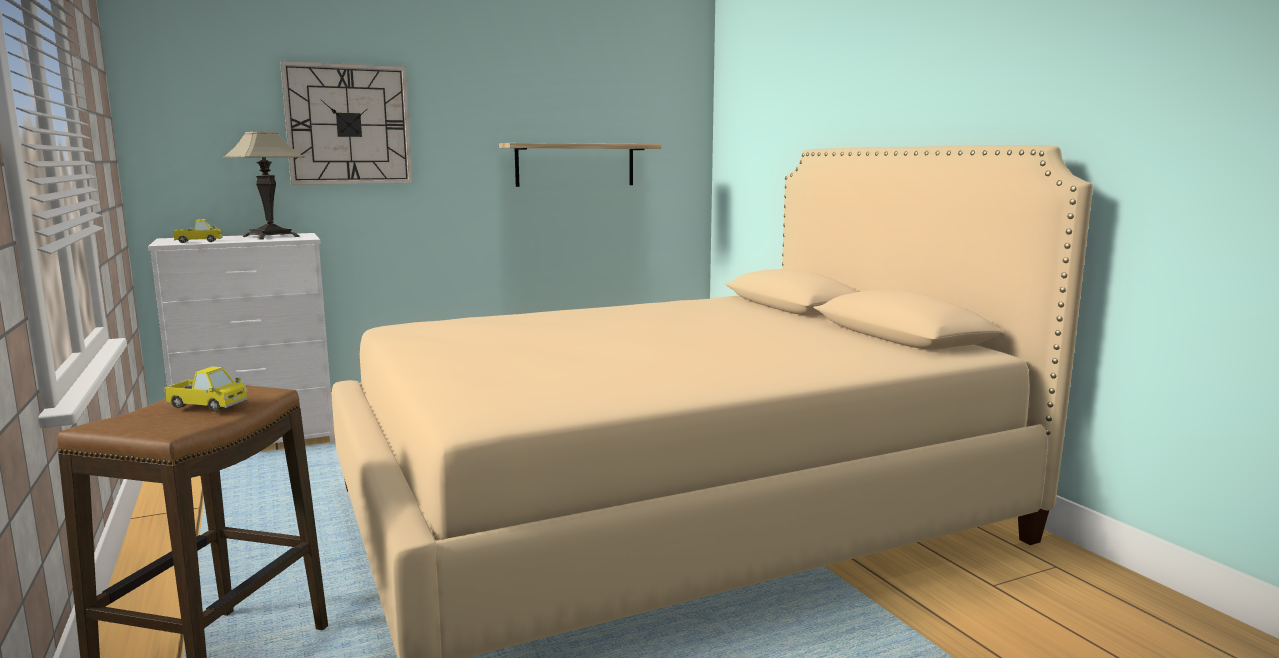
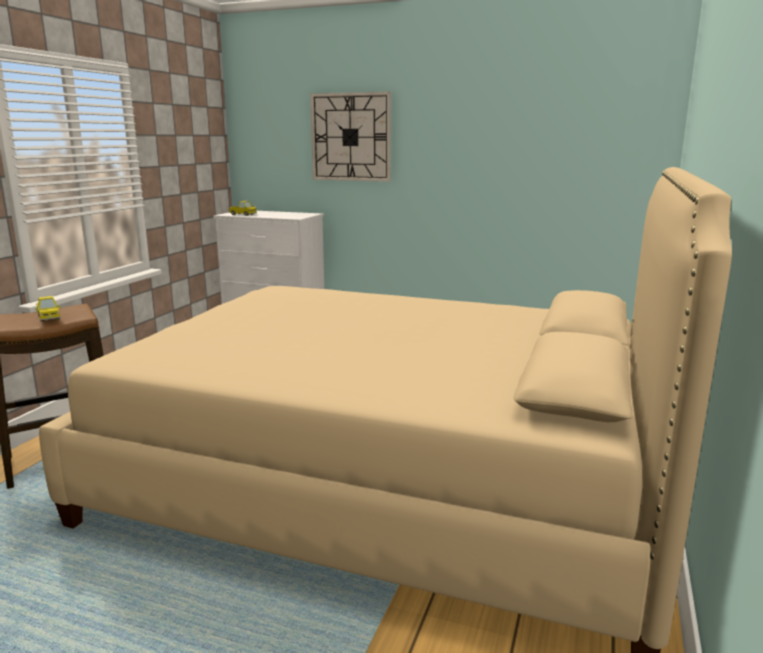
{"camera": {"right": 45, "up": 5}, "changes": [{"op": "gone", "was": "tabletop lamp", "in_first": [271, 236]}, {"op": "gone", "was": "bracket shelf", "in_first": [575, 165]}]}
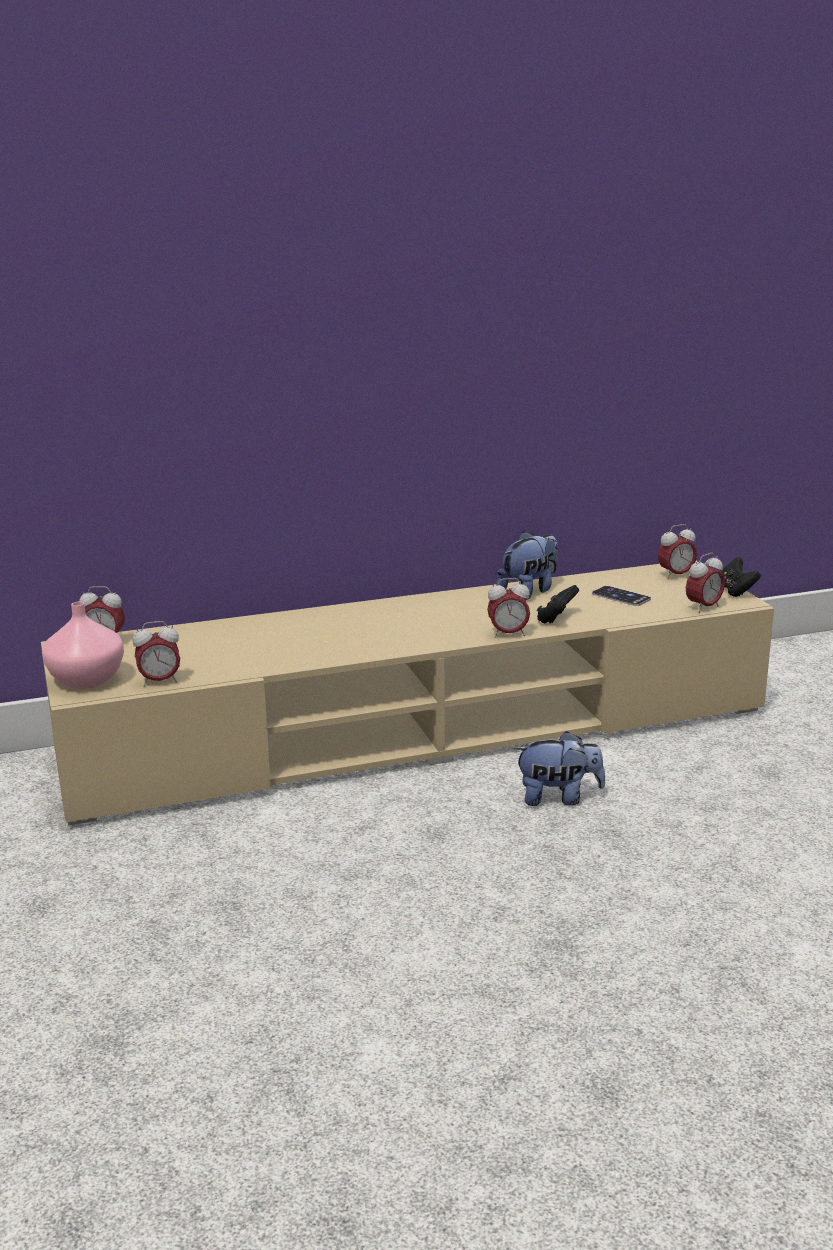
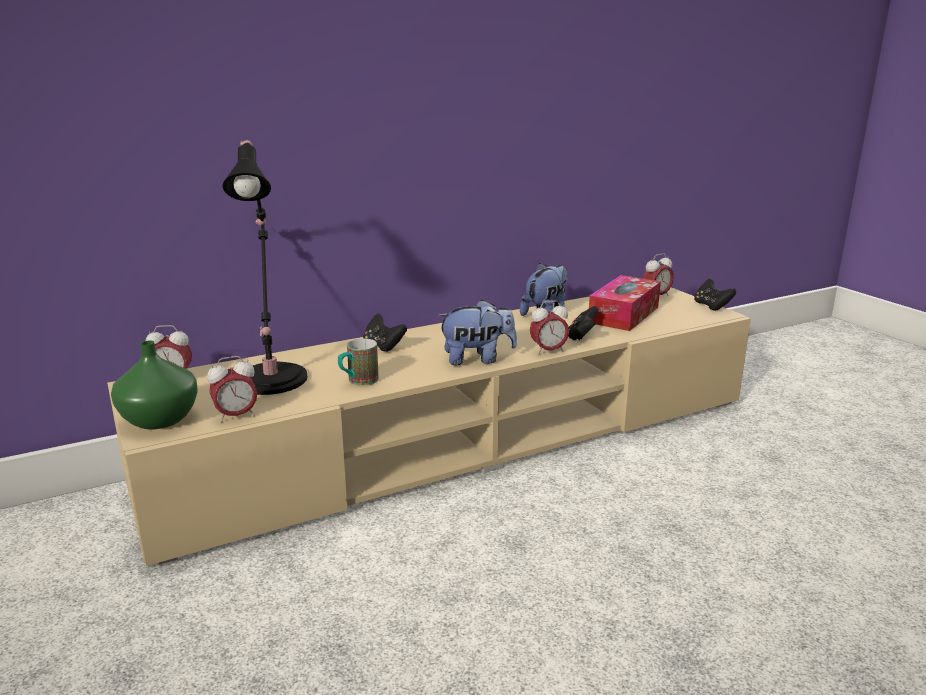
{"camera": {"right": -10, "up": 0}, "changes": [{"op": "gone", "was": "bedside clock", "in_first": [703, 608]}, {"op": "swapped", "was": "telephone", "now": "tissue holder", "in_first": [621, 596], "in_second": [624, 315]}, {"op": "repainted", "was": "pink decorative vase", "now": "green-coloured decorative vase", "in_first": [85, 680], "in_second": [158, 419]}, {"op": "shifted", "was": "soft toy", "in_first": [558, 798], "in_second": [477, 359]}, {"op": "new", "now": "black tabletop lamp", "in_second": [272, 376]}, {"op": "new", "now": "black game controller", "in_second": [383, 346]}, {"op": "new", "now": "mug", "in_second": [358, 381]}]}
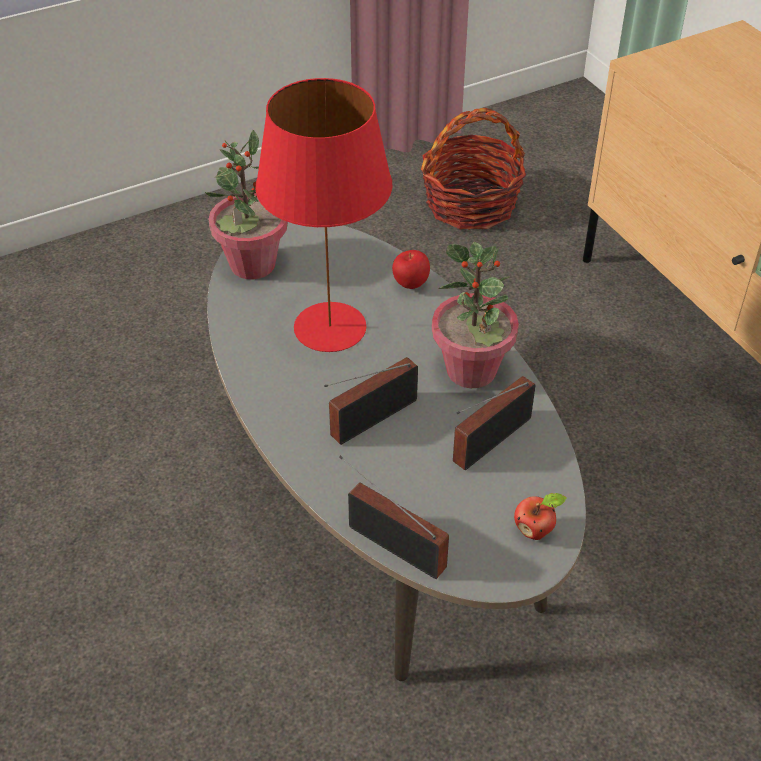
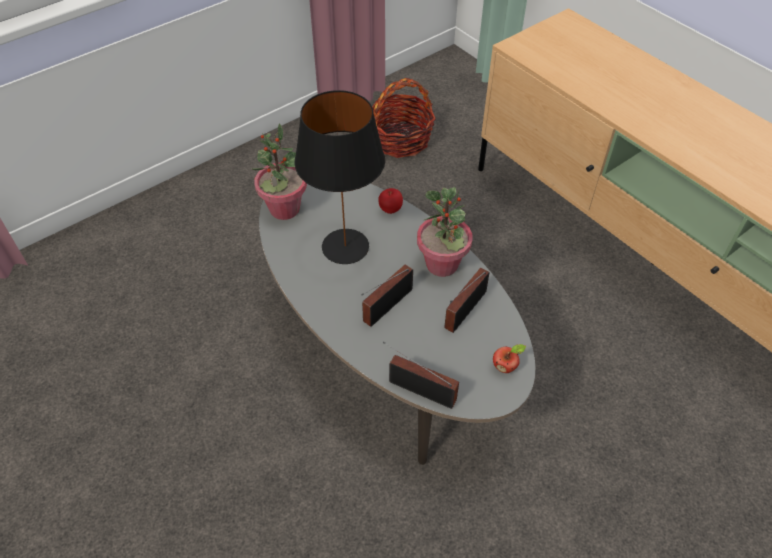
{"camera": {"right": -10, "up": 5}, "changes": [{"op": "repainted", "was": "red tabletop lamp", "now": "black tabletop lamp", "in_first": [331, 327], "in_second": [346, 246]}]}
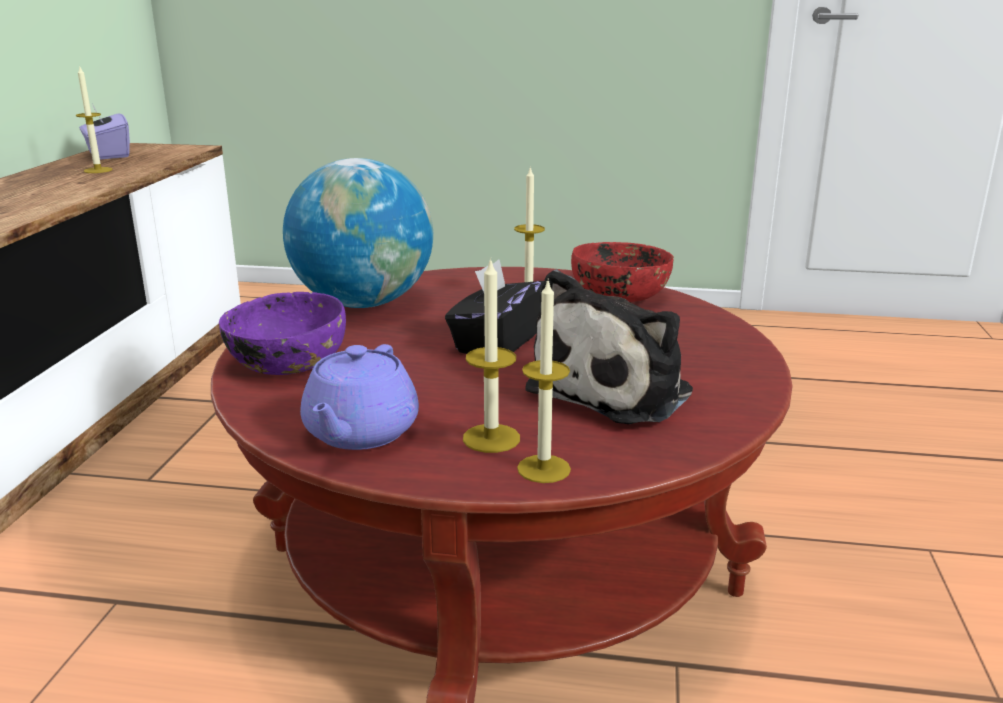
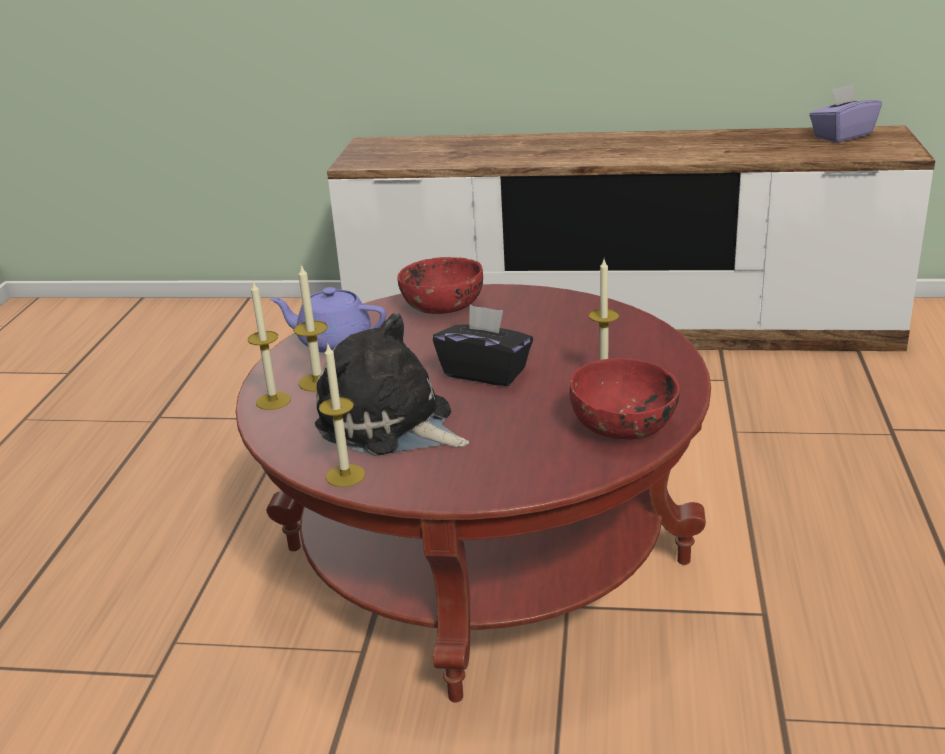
{"camera": {"right": 90, "up": 5}, "changes": [{"op": "shifted", "was": "wax candle", "in_first": [98, 170], "in_second": [345, 475]}, {"op": "gone", "was": "globe", "in_first": [363, 303]}, {"op": "repainted", "was": "purple serving bowl", "now": "red serving bowl", "in_first": [286, 363], "in_second": [442, 305]}]}
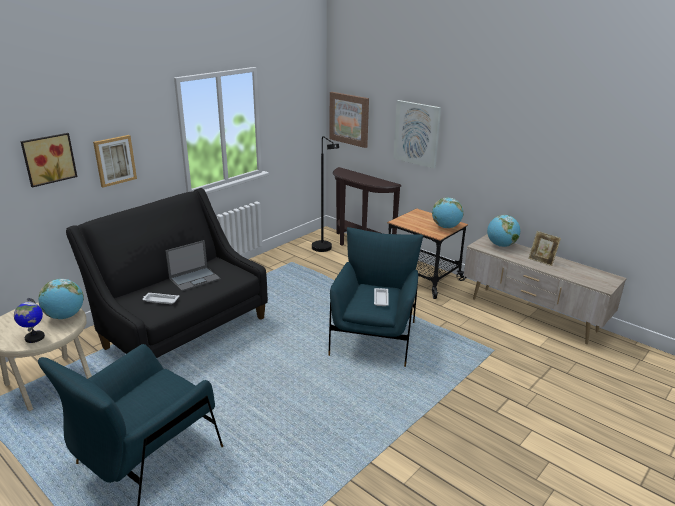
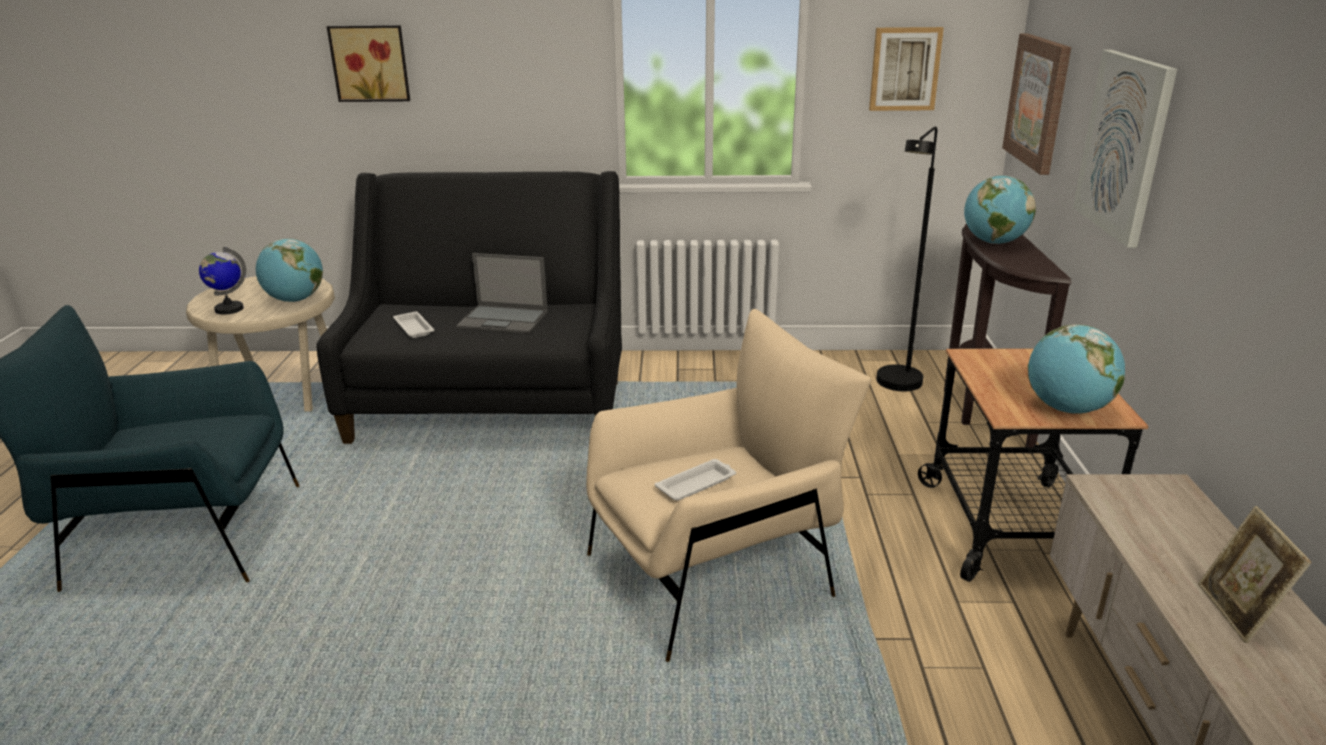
{"camera": {"right": 50, "up": 0}, "changes": [{"op": "shifted", "was": "picture", "in_first": [115, 160], "in_second": [904, 69]}, {"op": "shifted", "was": "globe", "in_first": [501, 245], "in_second": [993, 242]}, {"op": "repainted", "was": "blue easy chair", "now": "beige-coloured easy chair", "in_first": [374, 336], "in_second": [715, 573]}]}
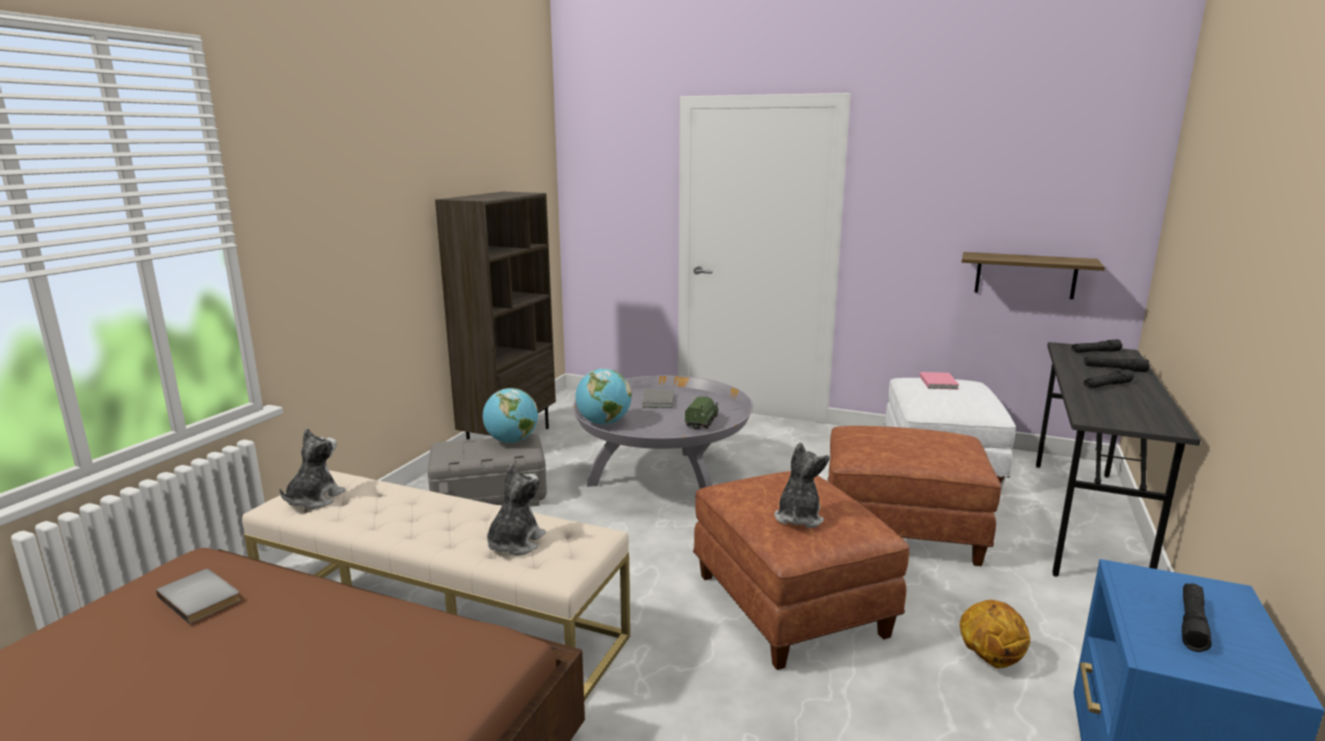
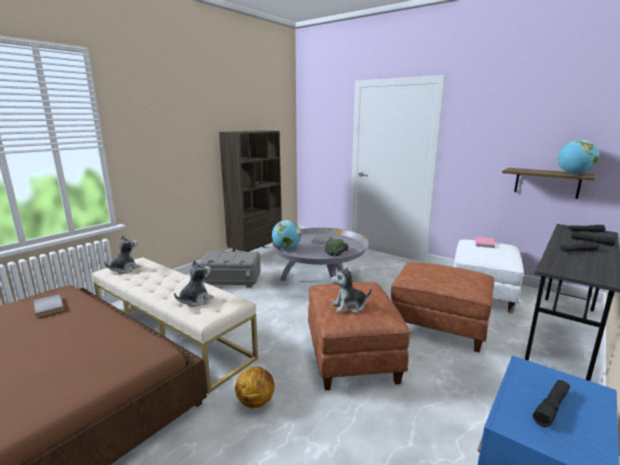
{"camera": {"right": 15, "up": 0}, "changes": [{"op": "shifted", "was": "globe", "in_first": [511, 441], "in_second": [574, 174]}, {"op": "rotated", "was": "soft toy", "in_first": [798, 517], "in_second": [349, 306], "clockwise": -135}, {"op": "shifted", "was": "basketball ball", "in_first": [989, 658], "in_second": [256, 401]}]}
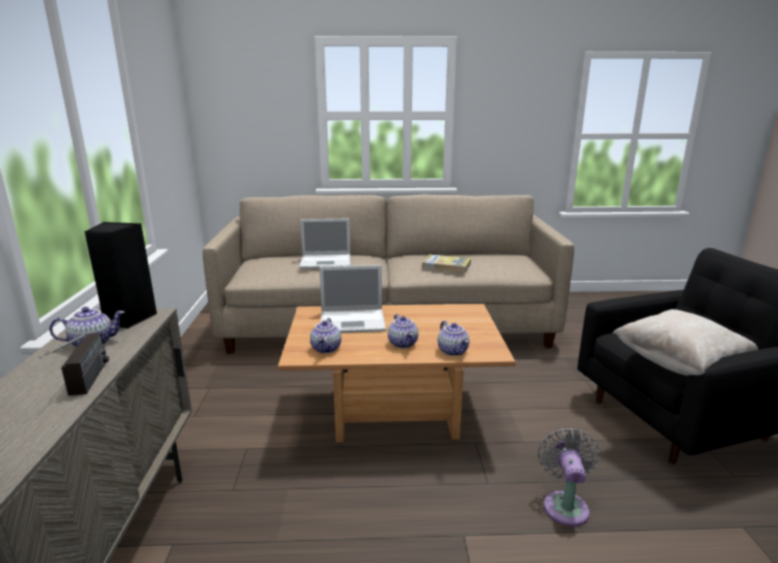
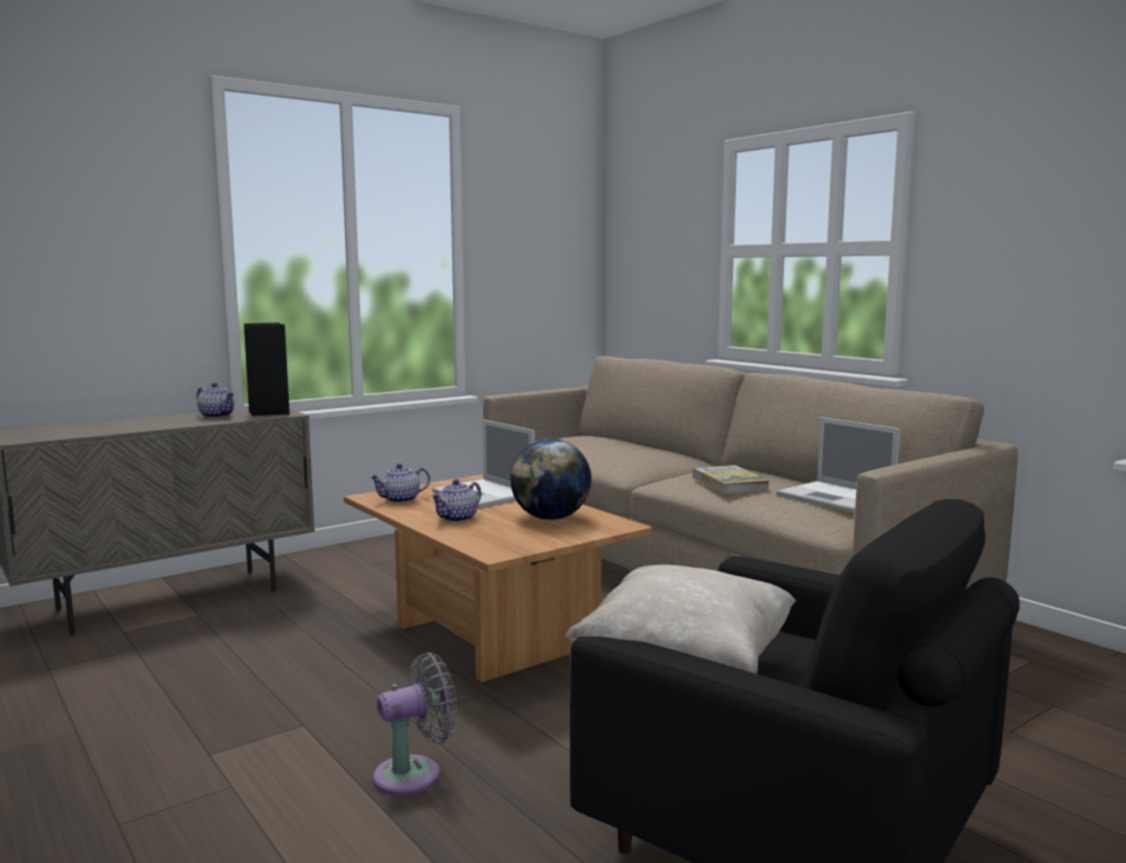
{"camera": {"right": 55, "up": -10}, "changes": [{"op": "shifted", "was": "laptop", "in_first": [327, 262], "in_second": [837, 498]}, {"op": "gone", "was": "tea pot", "in_first": [453, 351]}, {"op": "gone", "was": "radio set", "in_first": [85, 386]}, {"op": "new", "now": "globe", "in_second": [551, 518]}]}
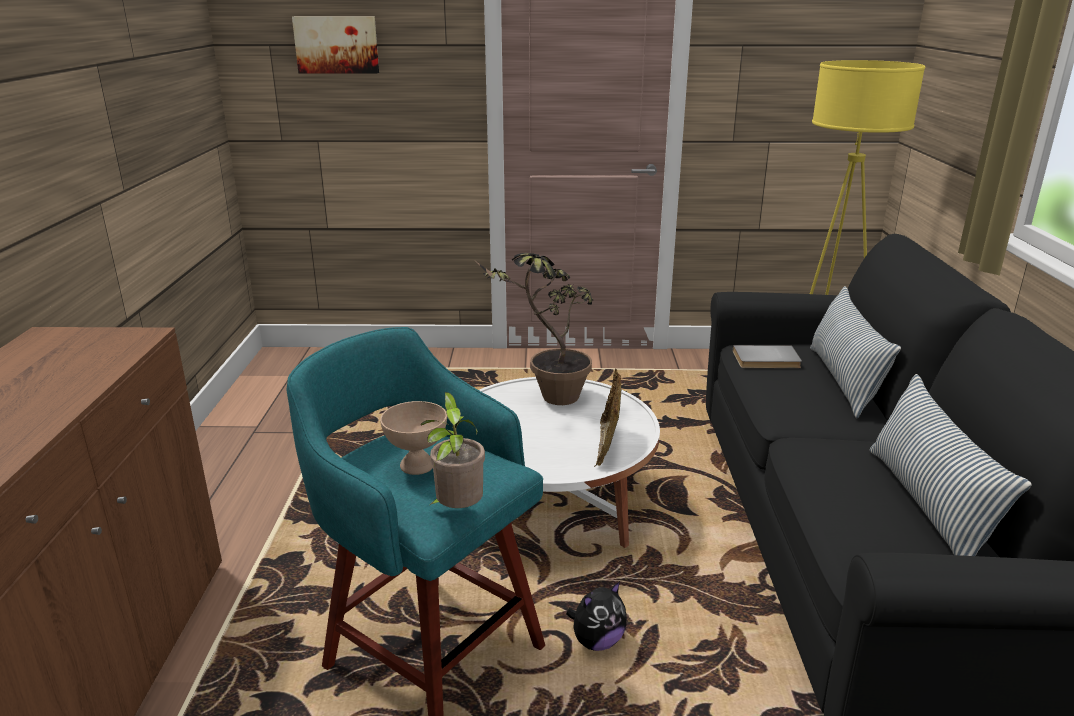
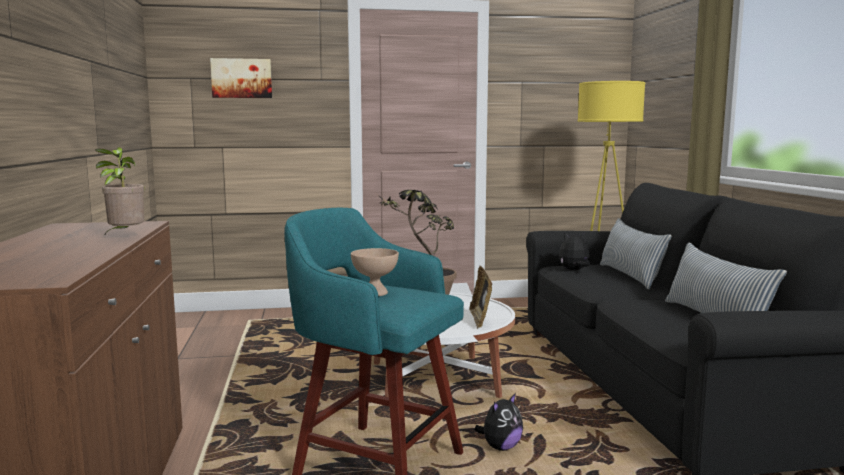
{"camera": {"right": -10, "up": -15}, "changes": [{"op": "swapped", "was": "greyish volume", "now": "soft toy", "in_first": [766, 360], "in_second": [574, 270]}, {"op": "shifted", "was": "potted plant", "in_first": [457, 511], "in_second": [125, 236]}]}
